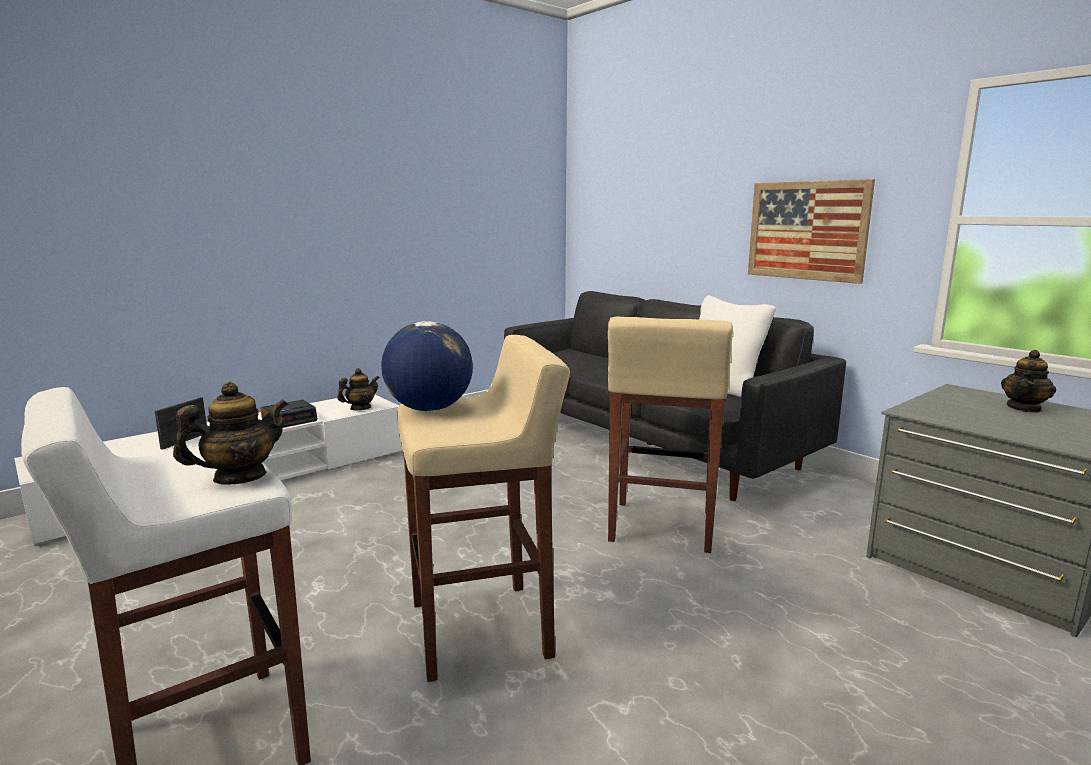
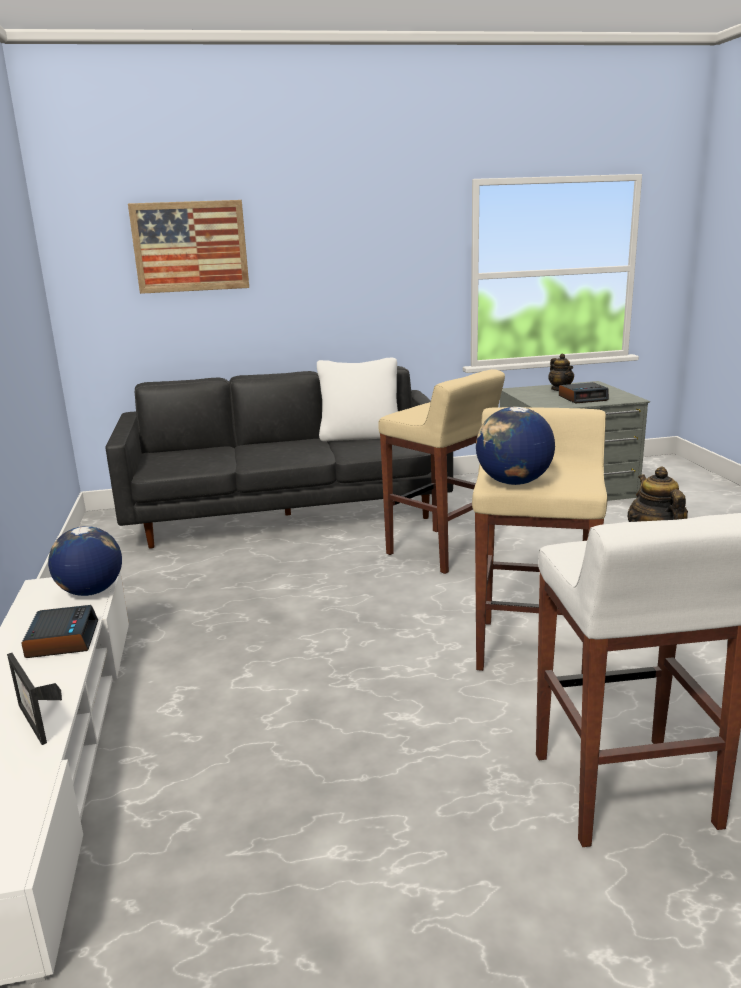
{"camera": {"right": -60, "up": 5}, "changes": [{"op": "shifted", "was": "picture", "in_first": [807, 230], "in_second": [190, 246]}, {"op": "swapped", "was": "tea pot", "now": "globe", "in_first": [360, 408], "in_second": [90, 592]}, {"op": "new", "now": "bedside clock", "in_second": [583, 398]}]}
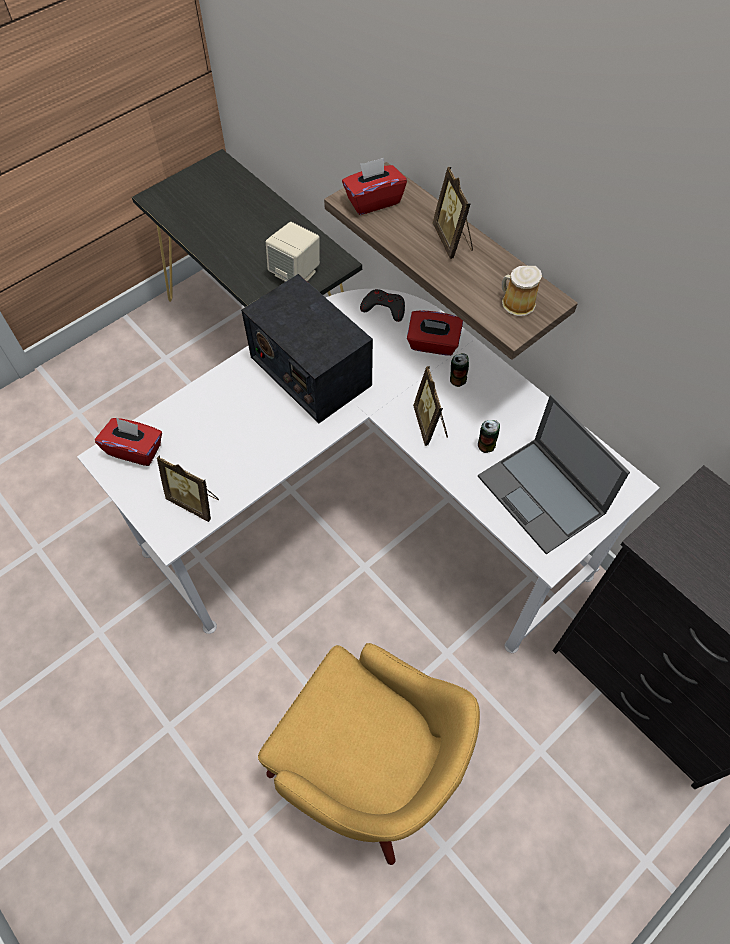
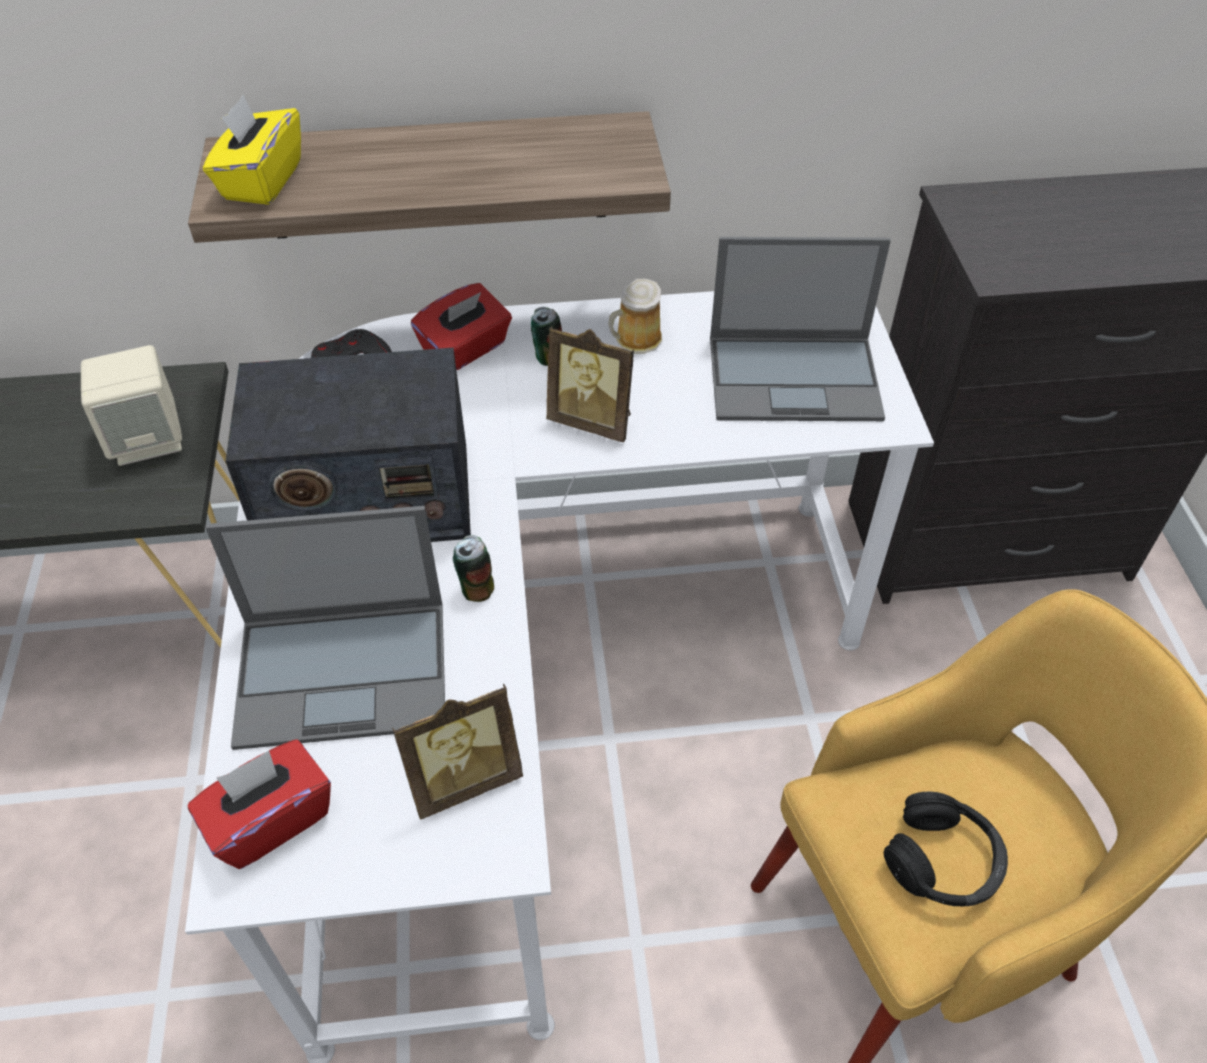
{"camera": {"right": -55, "up": -10}, "changes": [{"op": "repainted", "was": "red tissue holder", "now": "yellow-coloured tissue holder", "in_first": [373, 201], "in_second": [261, 181]}, {"op": "gone", "was": "picture frame", "in_first": [453, 240]}, {"op": "shifted", "was": "mug", "in_first": [516, 303], "in_second": [635, 340]}, {"op": "shifted", "was": "can", "in_first": [486, 445], "in_second": [476, 588]}, {"op": "new", "now": "laptop", "in_second": [346, 672]}, {"op": "new", "now": "black headset", "in_second": [943, 861]}]}
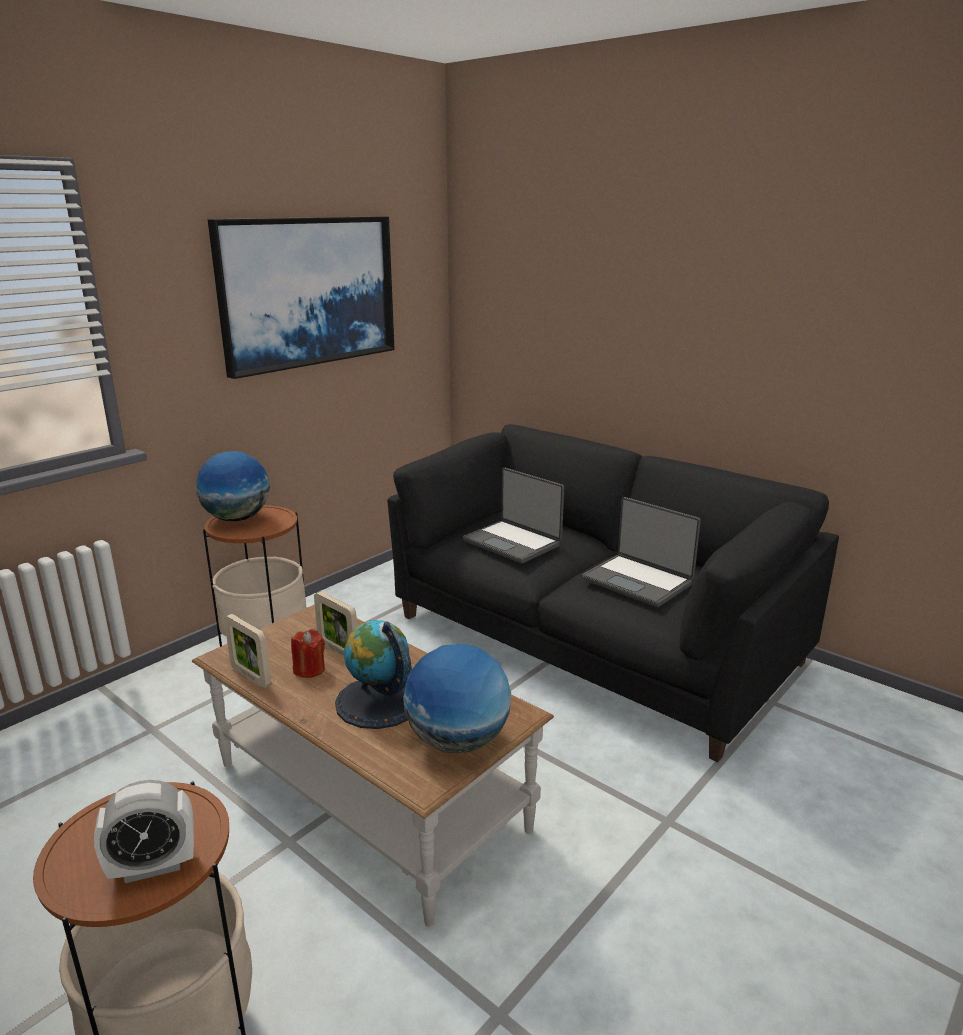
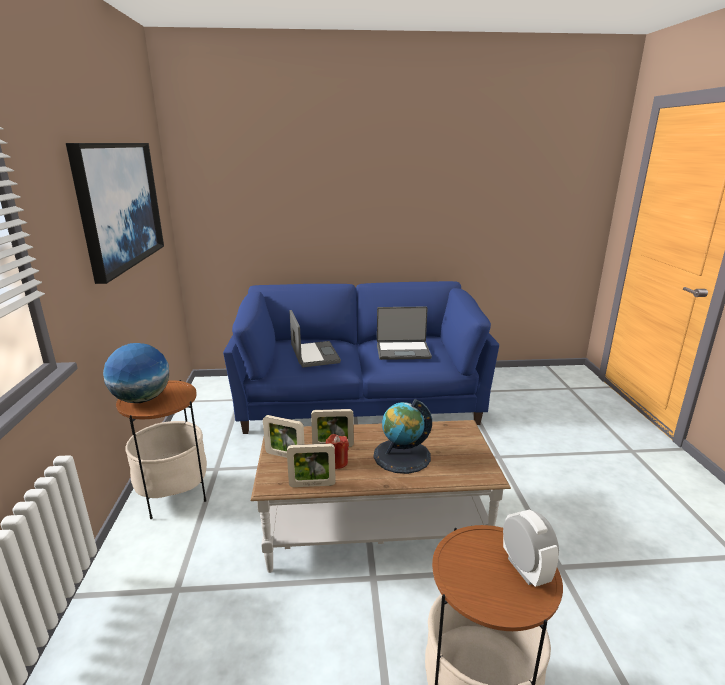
{"camera": {"right": -45, "up": 0}, "changes": [{"op": "repainted", "was": "black couch", "now": "blue couch", "in_first": [592, 639], "in_second": [359, 399]}, {"op": "rotated", "was": "laptop", "in_first": [513, 542], "in_second": [314, 355], "clockwise": -105}, {"op": "gone", "was": "globe", "in_first": [458, 741]}, {"op": "rotated", "was": "bedside clock", "in_first": [153, 866], "in_second": [525, 569], "clockwise": -45}, {"op": "new", "now": "picture frame", "in_second": [285, 455]}]}
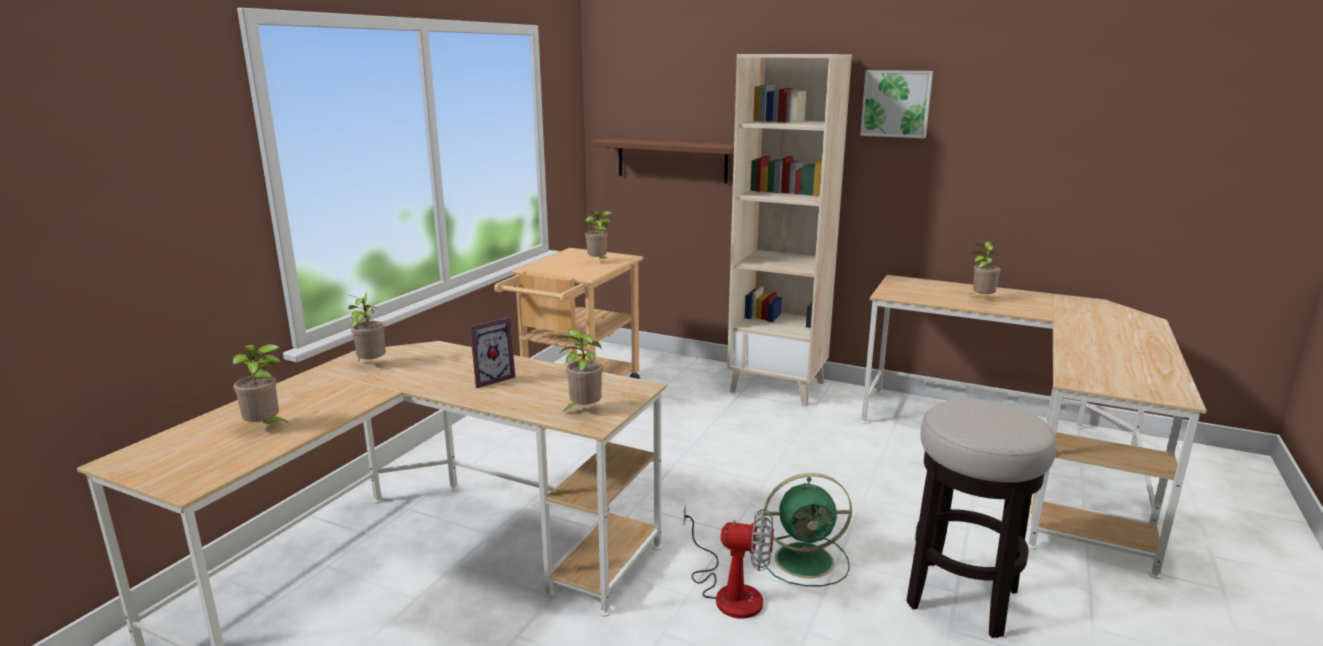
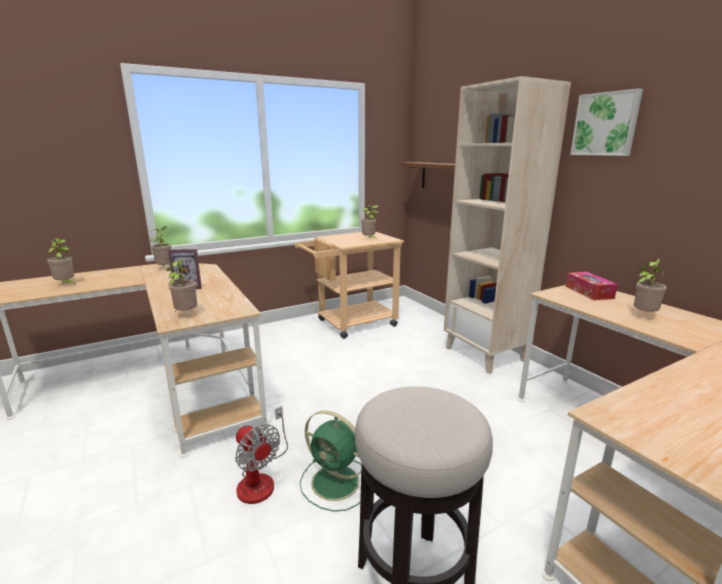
{"camera": {"right": 35, "up": 0}, "changes": [{"op": "new", "now": "tissue holder", "in_second": [589, 292]}]}
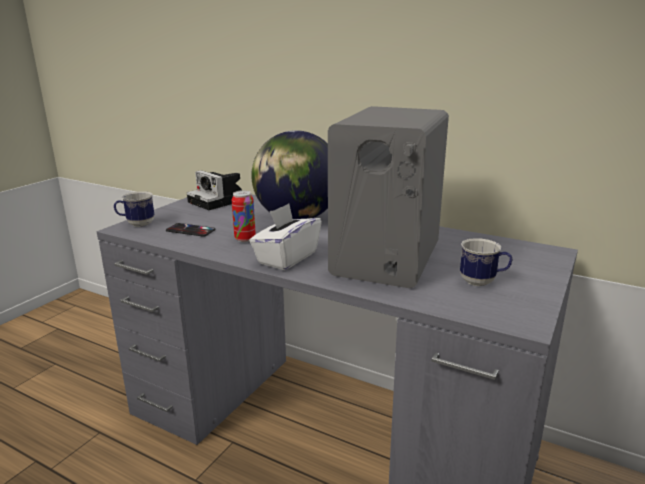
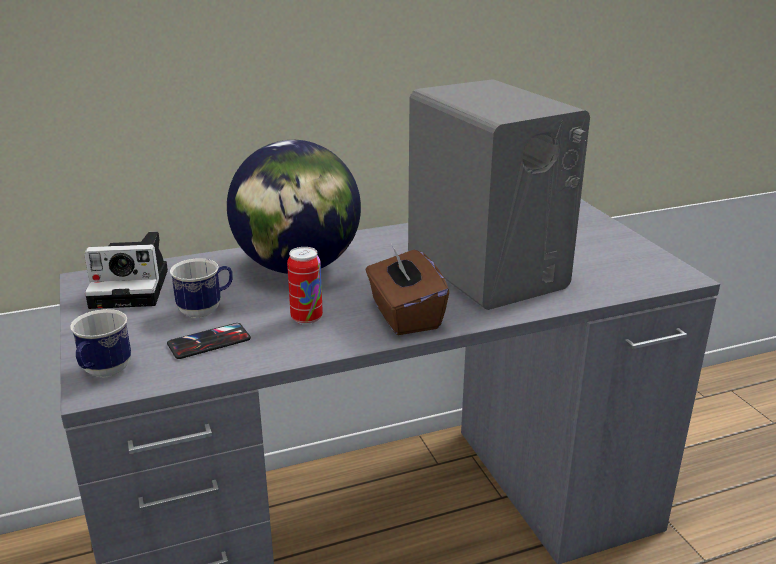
{"camera": {"right": -50, "up": 5}, "changes": [{"op": "repainted", "was": "whitish tissue holder", "now": "brown tissue holder", "in_first": [286, 258], "in_second": [404, 315]}, {"op": "shifted", "was": "mug", "in_first": [482, 282], "in_second": [206, 310]}]}
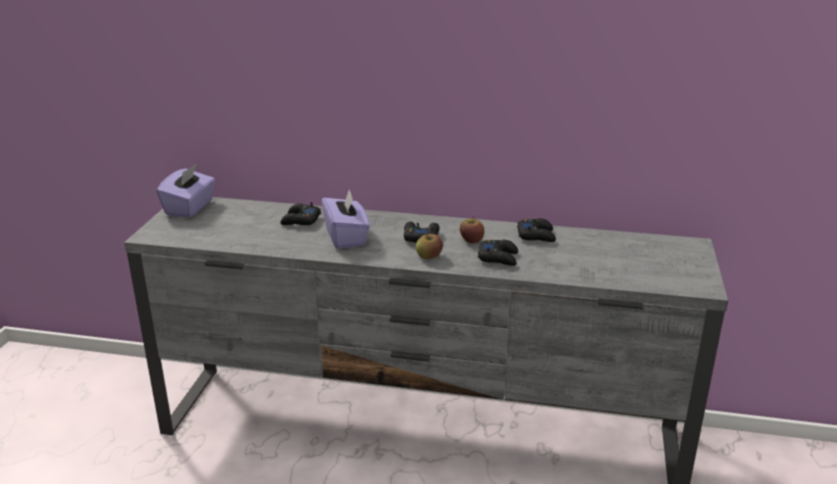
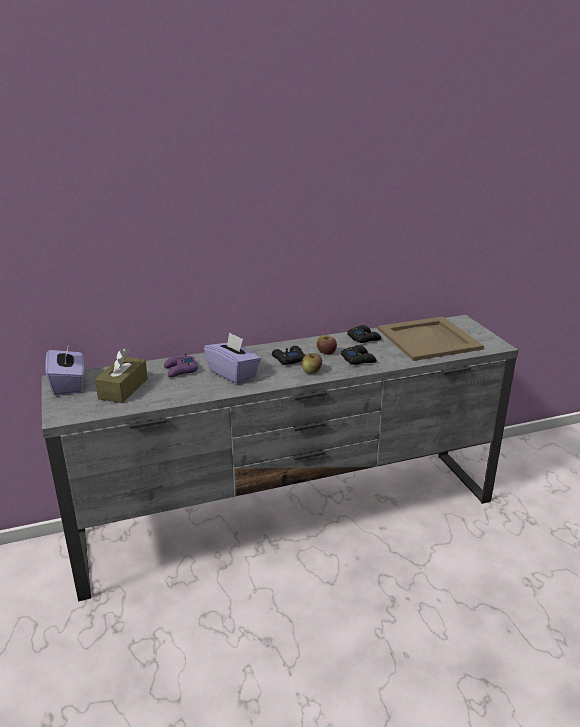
{"camera": {"right": -30, "up": 0}, "changes": [{"op": "repainted", "was": "black game controller", "now": "purple game controller", "in_first": [300, 220], "in_second": [180, 370]}, {"op": "new", "now": "beige-coloured carrying tray", "in_second": [429, 339]}, {"op": "new", "now": "brown tissue holder", "in_second": [123, 389]}]}
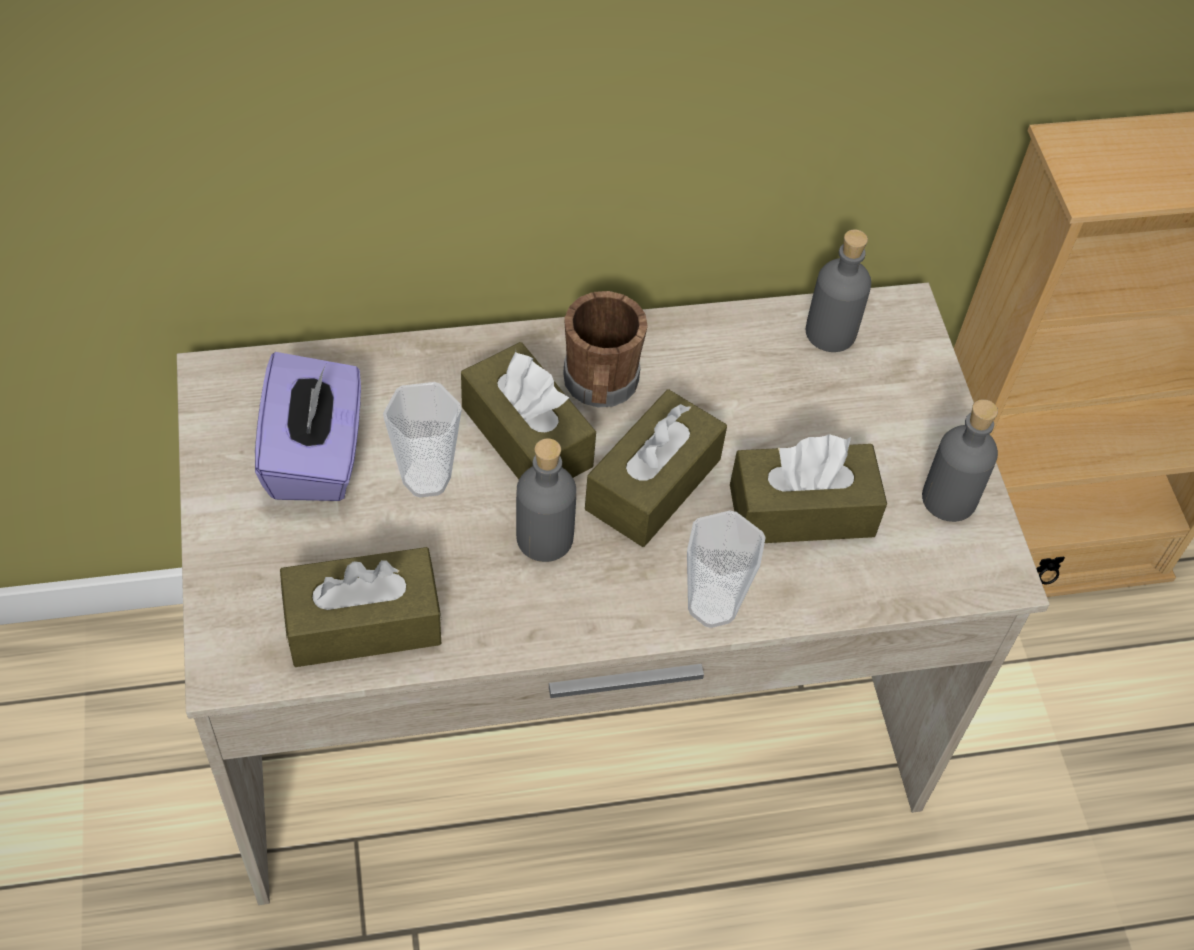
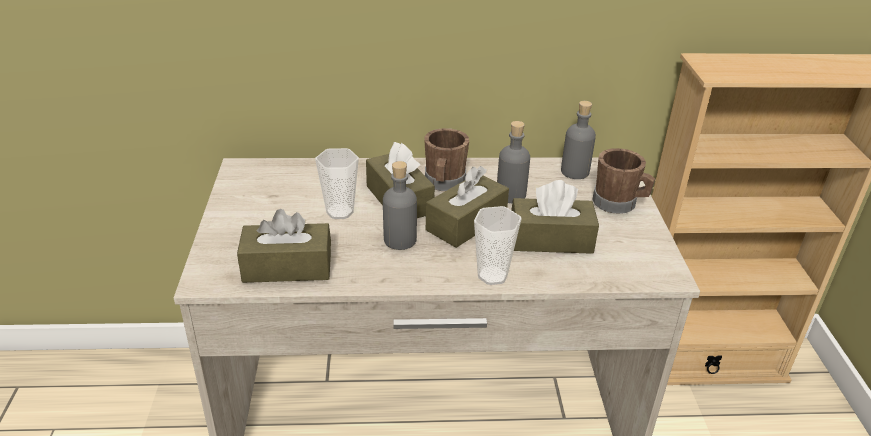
{"camera": {"right": 10, "up": -20}, "changes": [{"op": "gone", "was": "purple tissue holder", "in_first": [315, 456]}, {"op": "shifted", "was": "greyish beverage bottle", "in_first": [948, 499], "in_second": [510, 195]}, {"op": "new", "now": "brown mug", "in_second": [619, 204]}]}
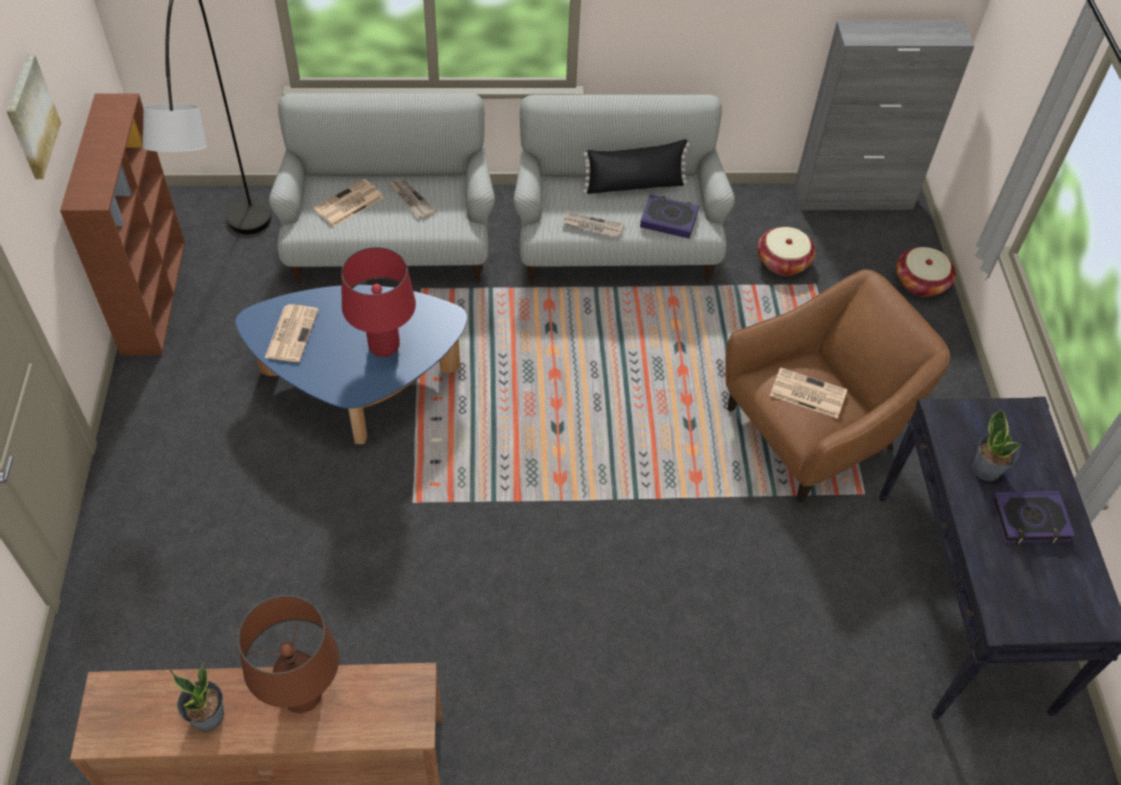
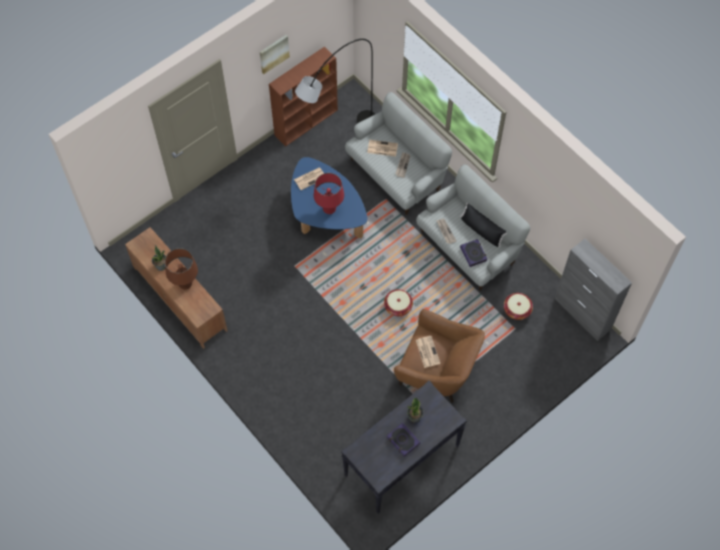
{"camera": {"right": 55, "up": 10}, "changes": [{"op": "shifted", "was": "basket", "in_first": [920, 282], "in_second": [398, 306]}]}
